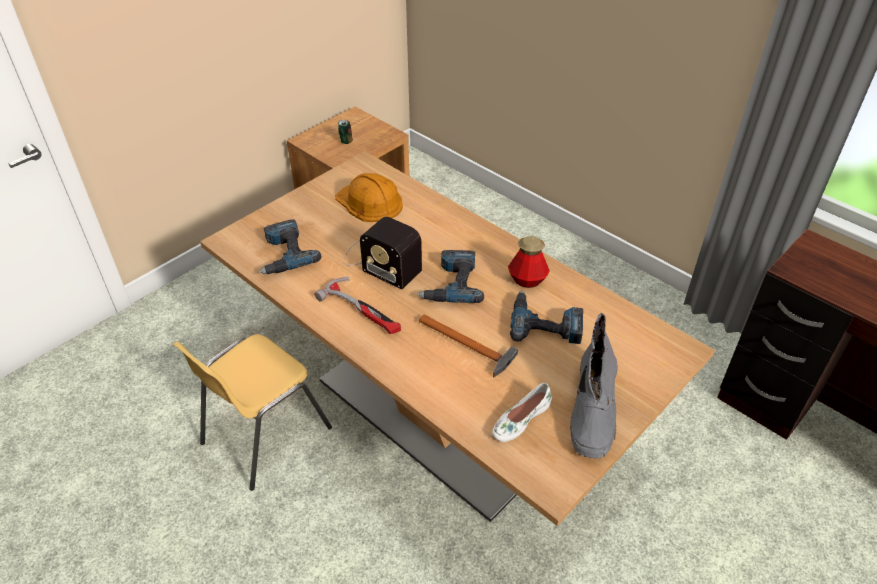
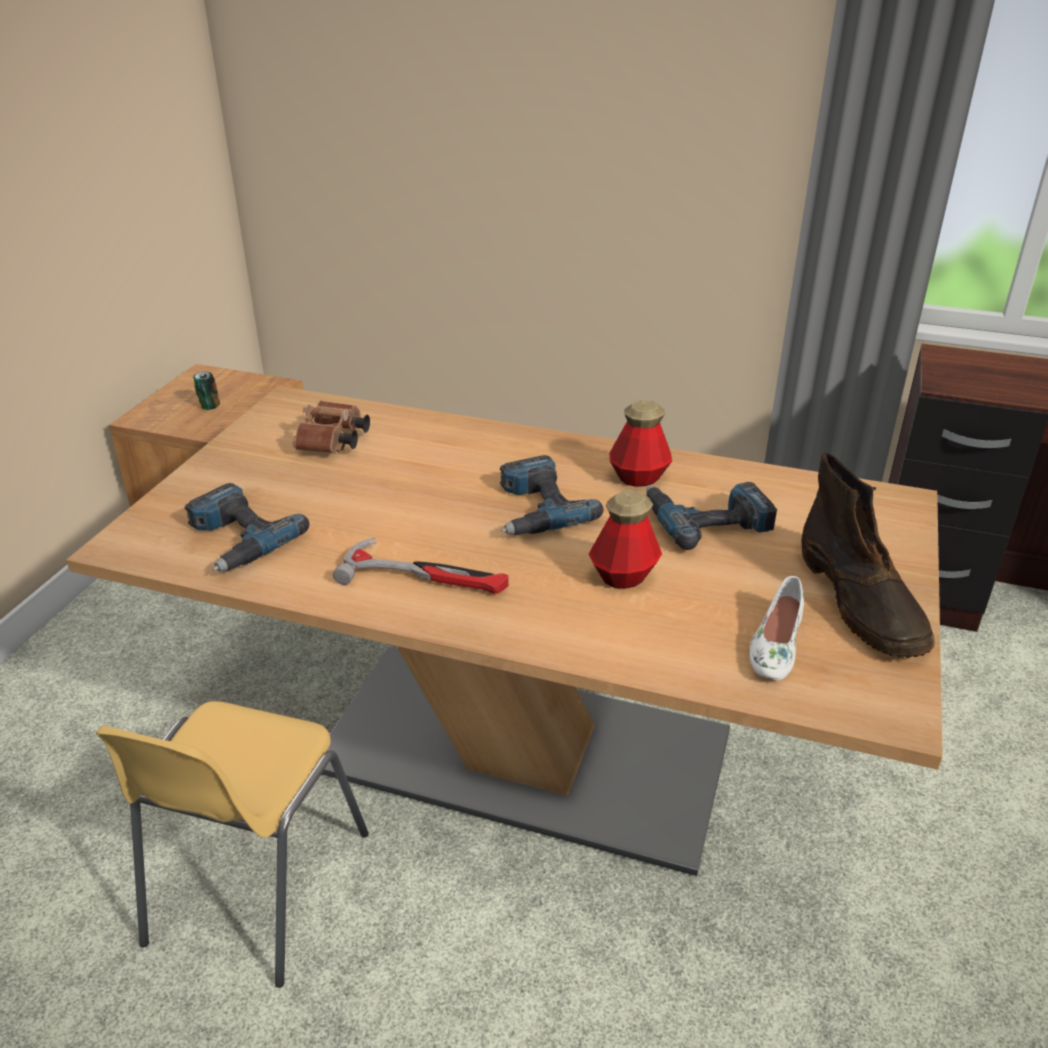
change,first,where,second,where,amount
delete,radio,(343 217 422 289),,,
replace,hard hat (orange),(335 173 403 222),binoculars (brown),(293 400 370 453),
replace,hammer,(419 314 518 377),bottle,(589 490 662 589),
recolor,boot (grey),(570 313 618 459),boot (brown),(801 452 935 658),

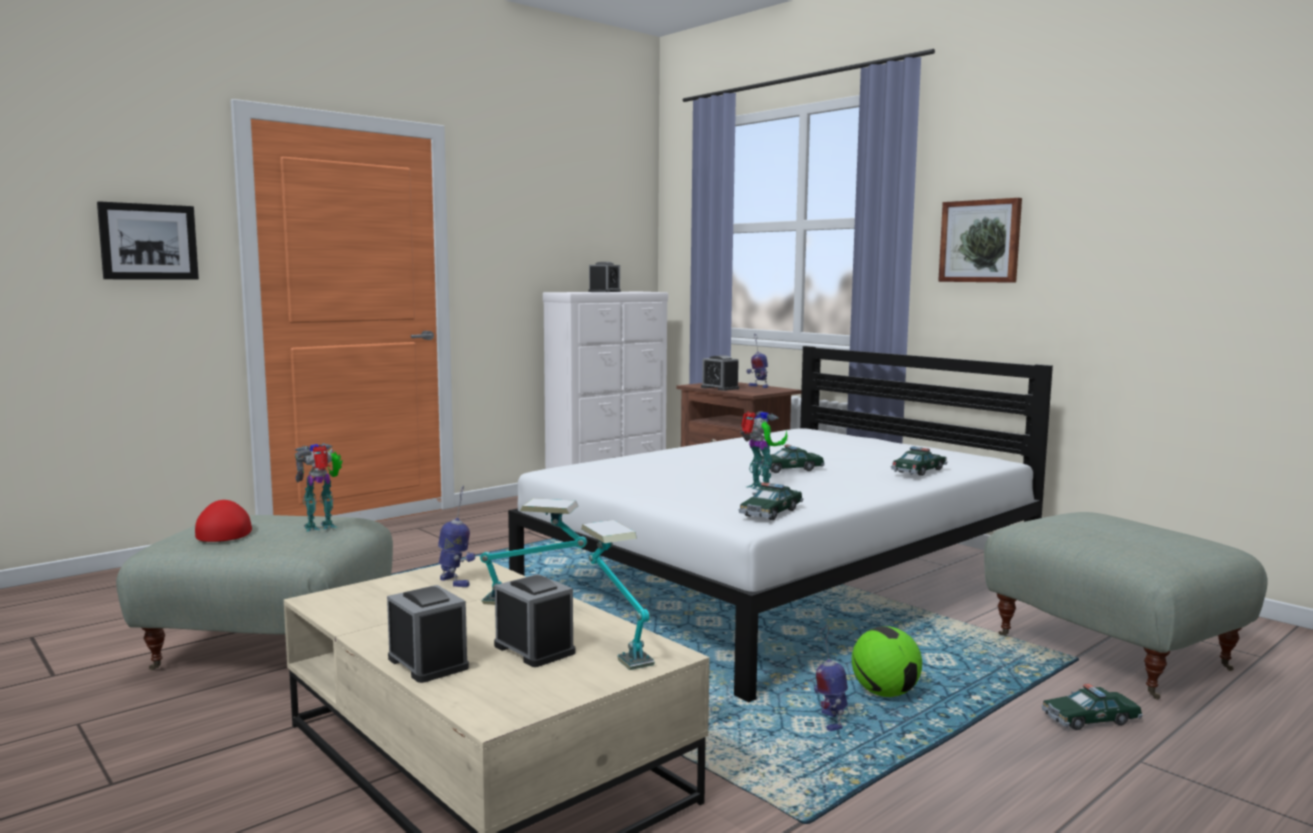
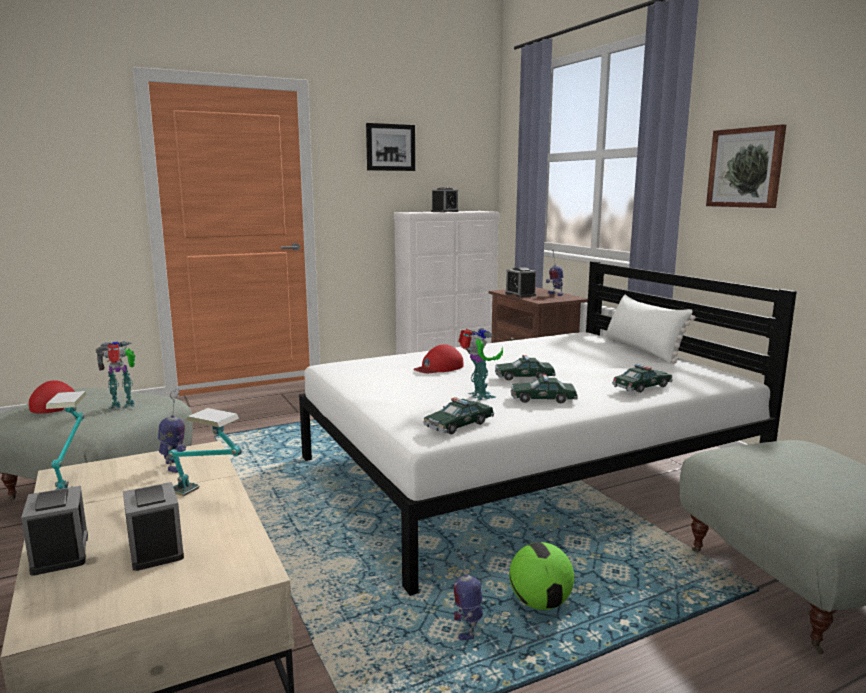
change,first,where,second,where,amount
insert,,,cap (red),(413 344 464 373),
insert,,,pillow (white),(606 294 695 364),
move,picture,(97 201 199 280),,(366 123 415 171),
move,table lamp,(581 520 655 670),,(46 391 87 490),
move,toy car,(1042 684 1143 730),,(511 374 578 403),

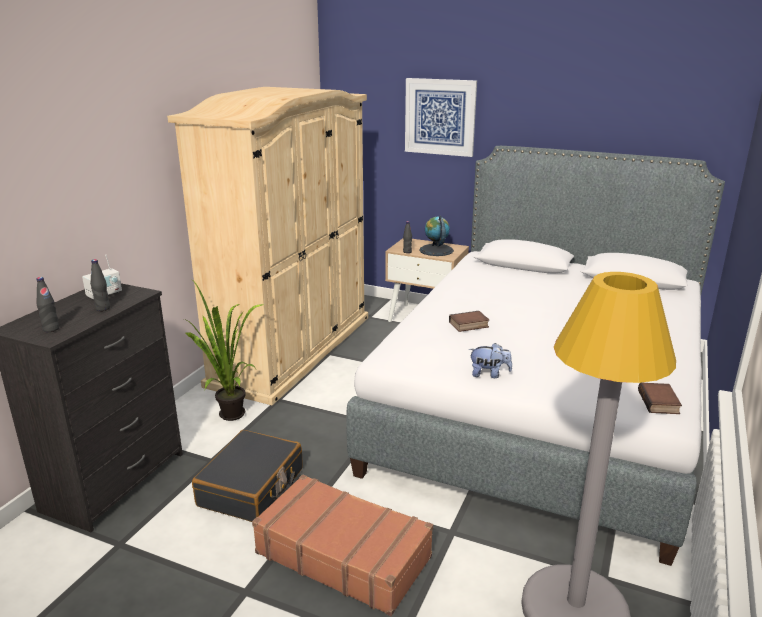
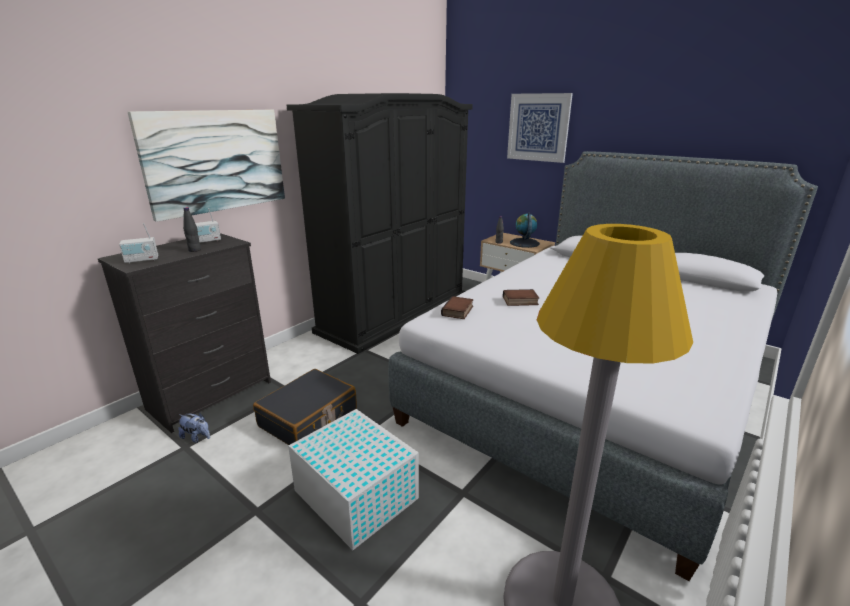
change,first,where,second,where,amount
delete,potted plant,(184 279 264 421),,,
insert,,,picture,(128 110 285 222),
move,plush toy,(469 343 512 378),,(178 413 210 443),
move,book,(638 383 682 414),,(441 296 474 319),
replace,bottle (black),(36 277 59 332),radio,(119 223 158 264),
replace,suitcase (brown),(252 475 433 616),storage box (white),(288 409 419 550),
recolor,wardrobe (beige),(167 87 368 405),wardrobe (black),(286 93 473 354),

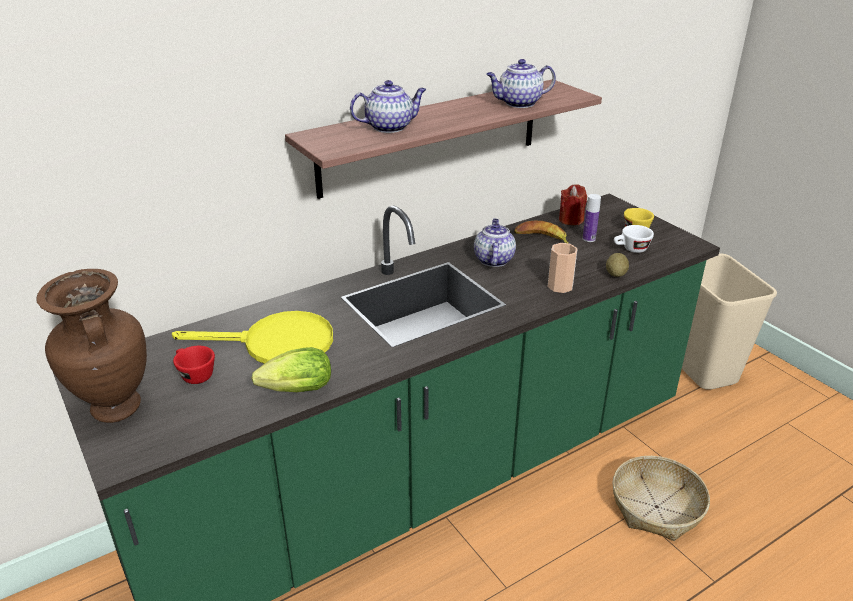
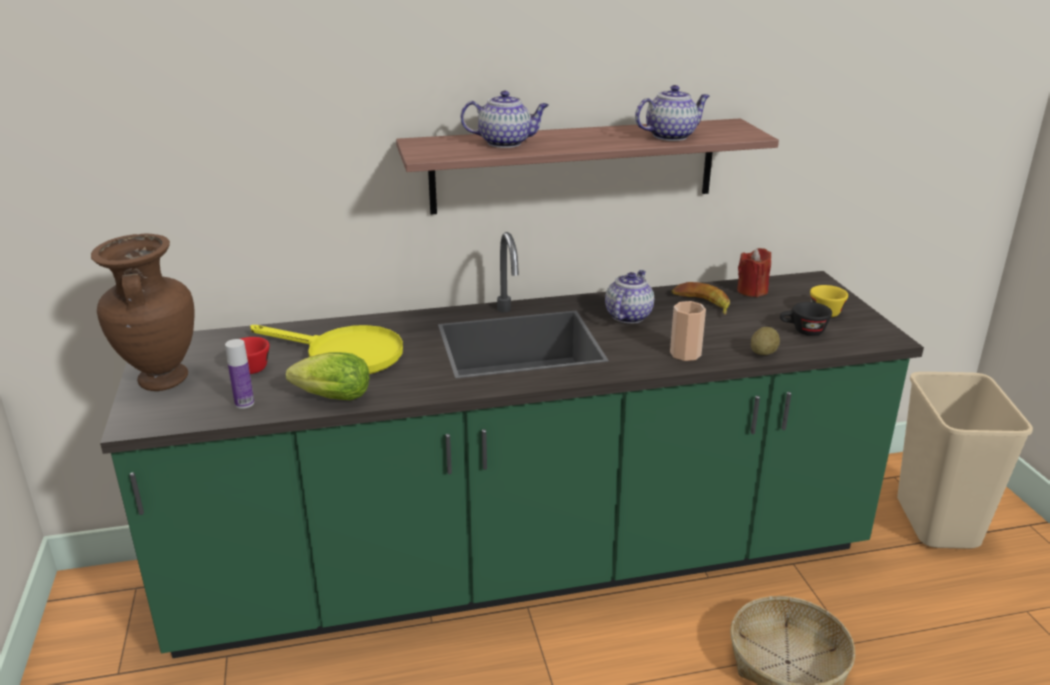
change,first,where,second,where,amount
move,bottle,(583 194 601 242),,(225 339 254 409),
recolor,cup (white),(614 225 654 253),cup (black),(780 302 832 336),
rotate,teapot,(486 59 556 108),,(635 85 710 141),150 degrees clockwise

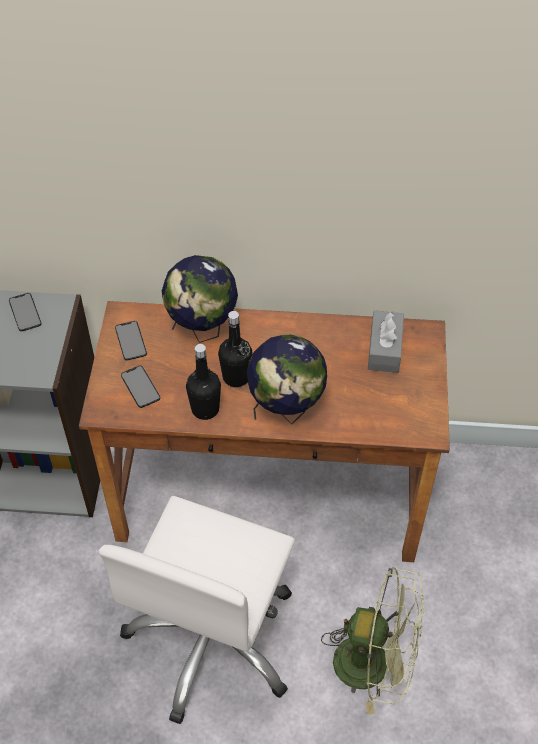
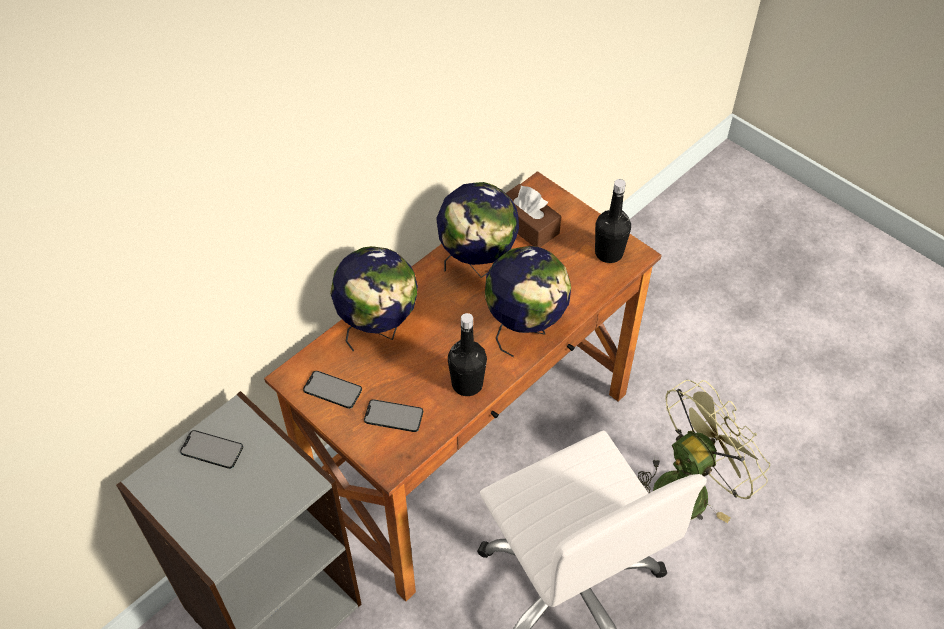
change,first,where,second,where,amount
insert,,,globe,(436 182 519 278),
move,bottle (black),(218 311 252 387),,(595 179 631 263),
recolor,tissue box (grey),(368 310 404 373),tissue box (brown),(506 184 561 247),

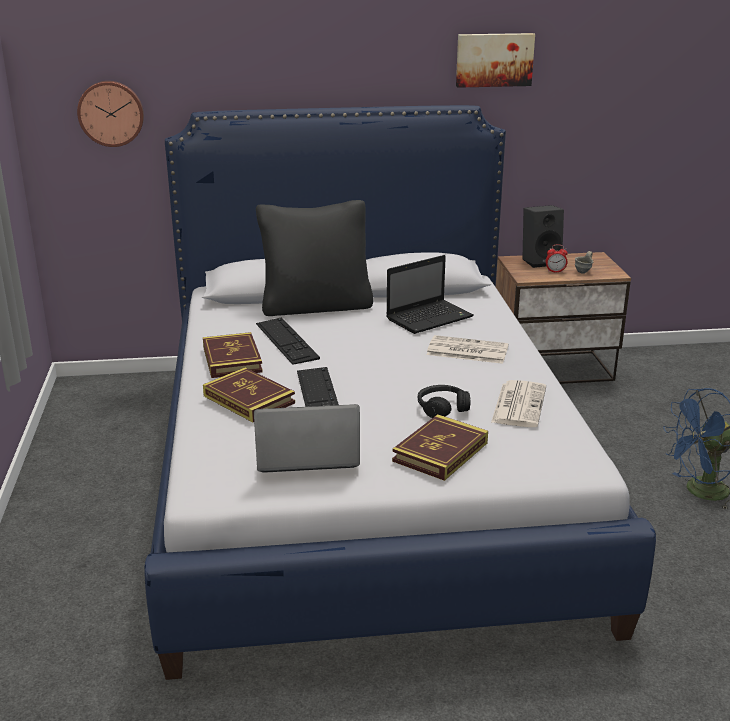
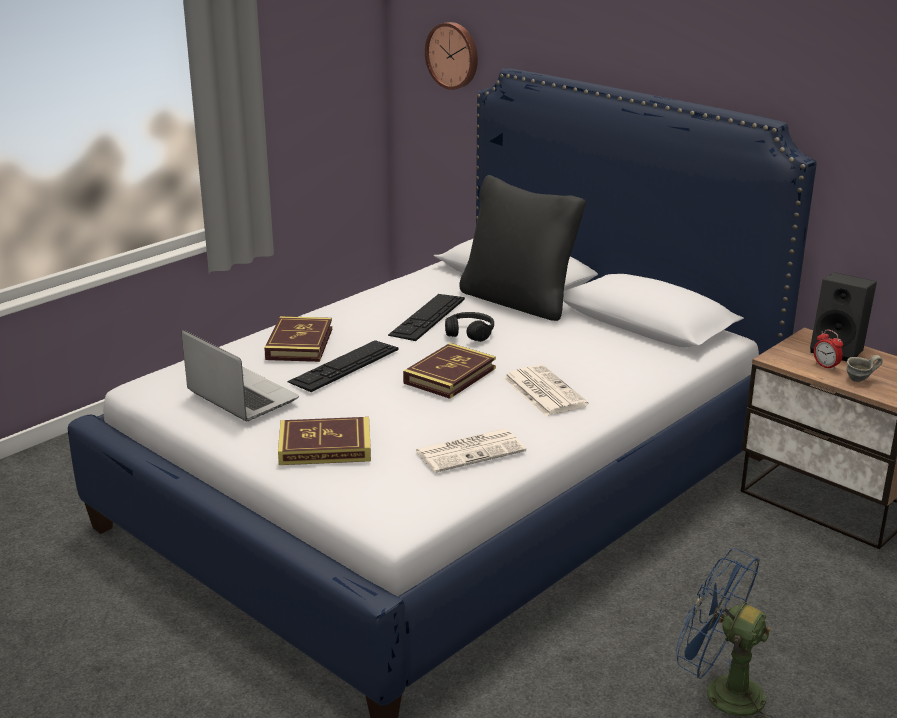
change,first,where,second,where,amount
delete,laptop,(386 255 474 334),,,
delete,picture,(456 33 535 88),,,
move,book,(203 332 263 378),,(403 343 496 399),
move,headphones (black),(418 385 470 418),,(445 312 494 342),

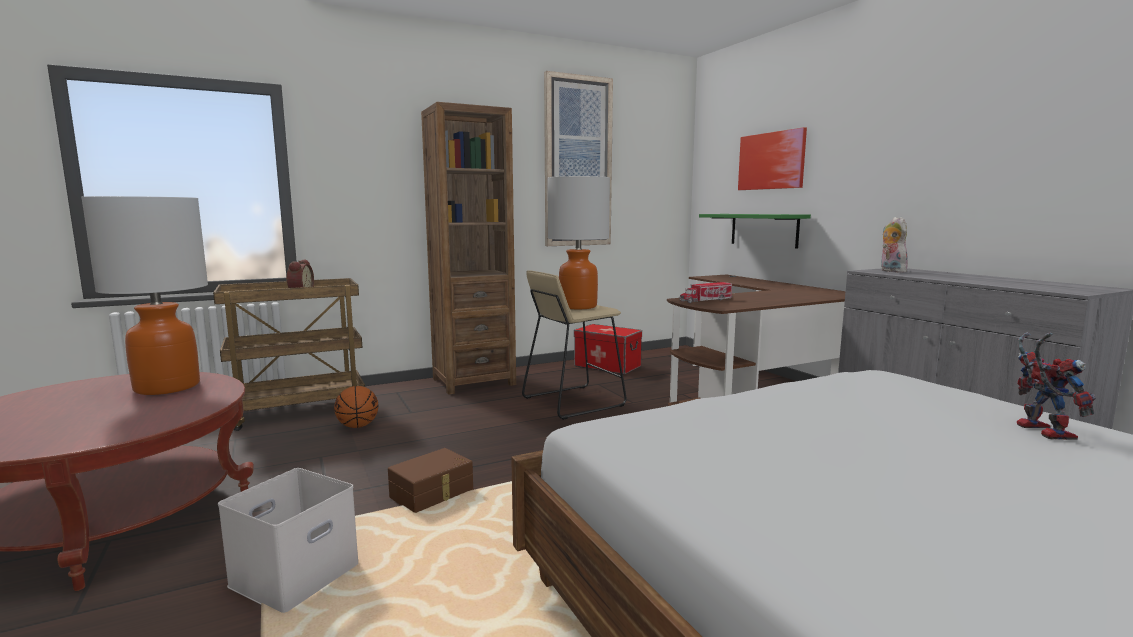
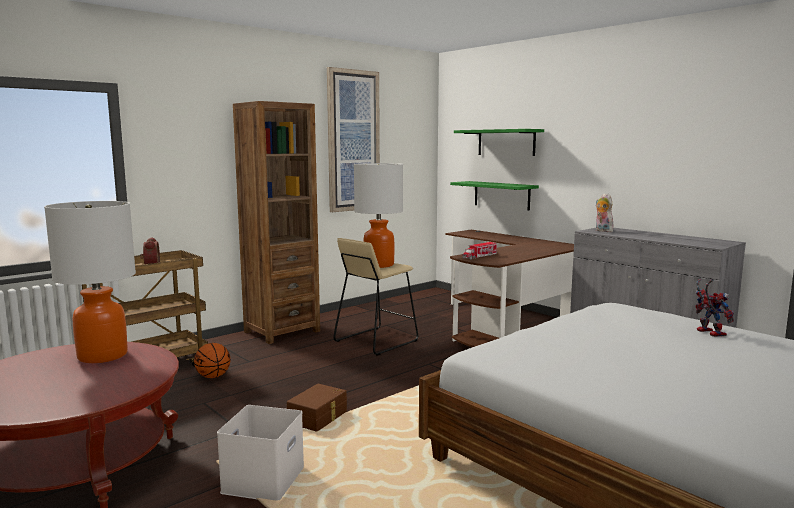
change,first,where,second,where,amount
delete,storage box,(574 324 642 375),,,
replace,picture,(738 127 807 190),shelf (green),(454 129 544 156),

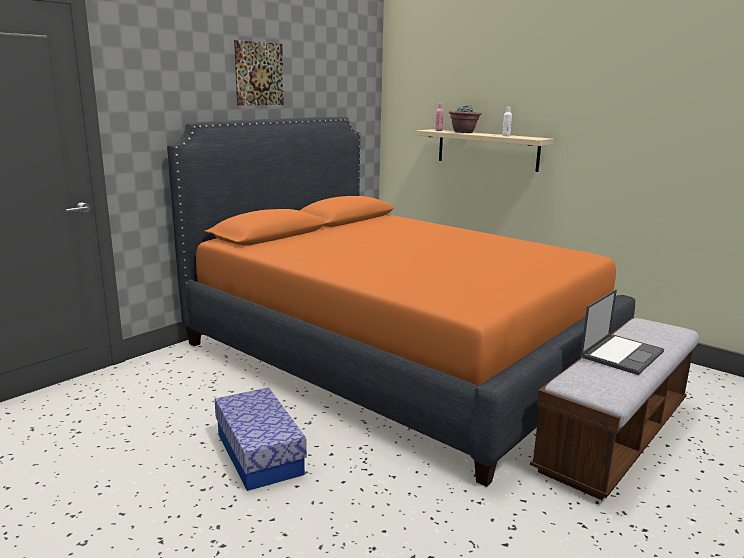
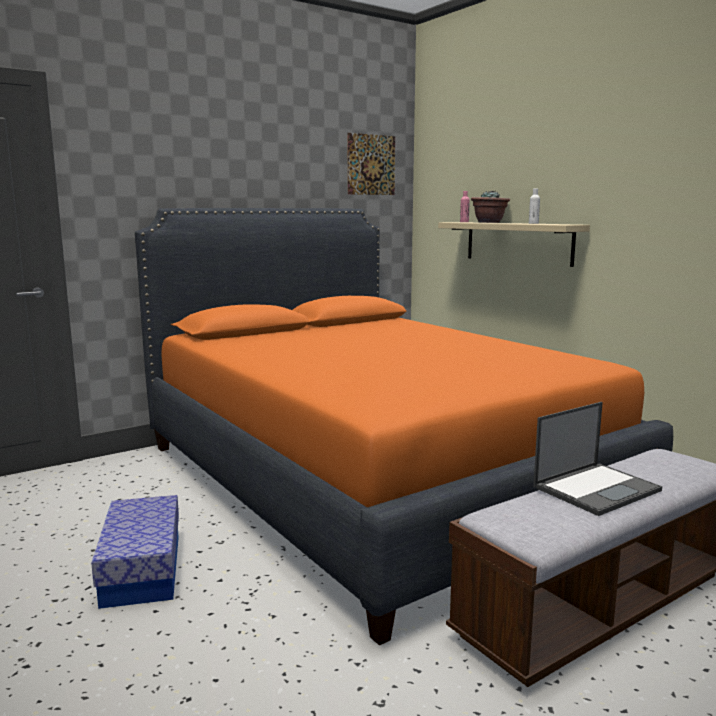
change,first,where,second,where,amount
move,picture,(234 40 284 106),,(348 133 395 195),

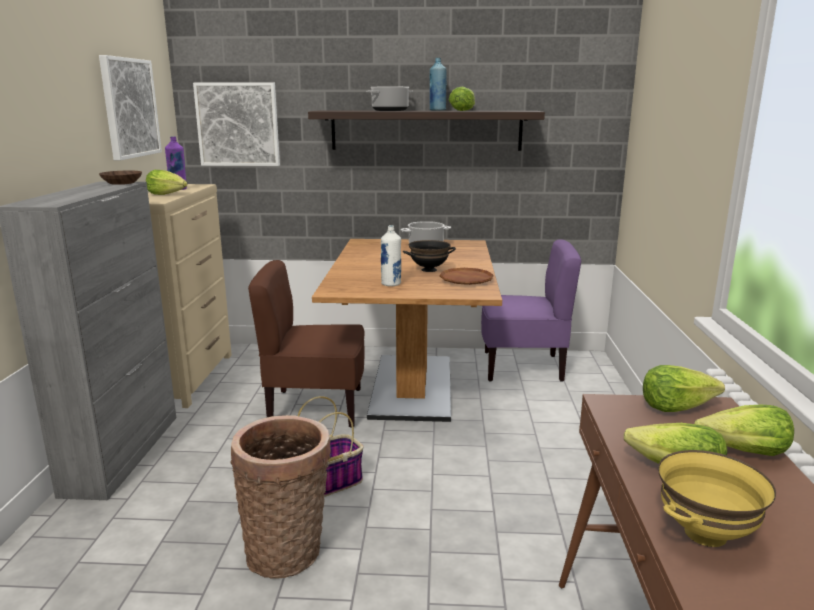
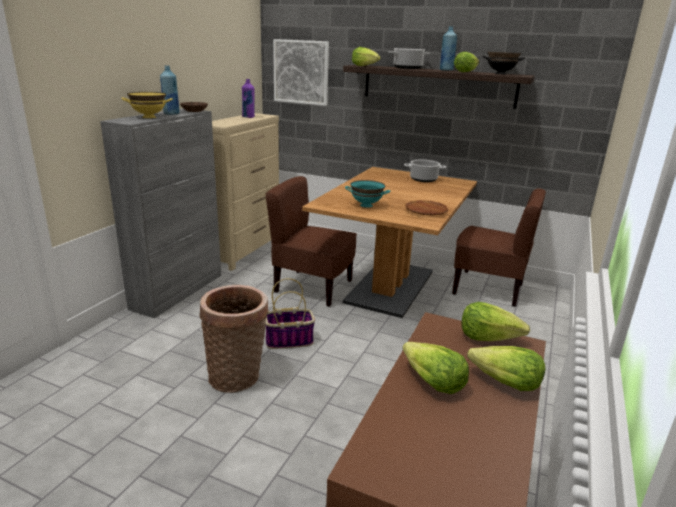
change,first,where,second,where,amount
delete,picture,(99 55 162 160),,,
insert,,,bottle (blue),(160 66 180 115),
move,lettuce,(146 170 187 195),,(352 47 381 66),
move,bowl (black),(403 240 456 272),,(482 52 525 74),
move,bowl (yellow),(658 450 776 547),,(121 92 173 118),
replace,bottle (white),(381 225 401 286),bowl (turquoise),(345 180 390 208),
recolor,chair (purple),(481 239 581 382),chair (brown),(452 188 546 307),

